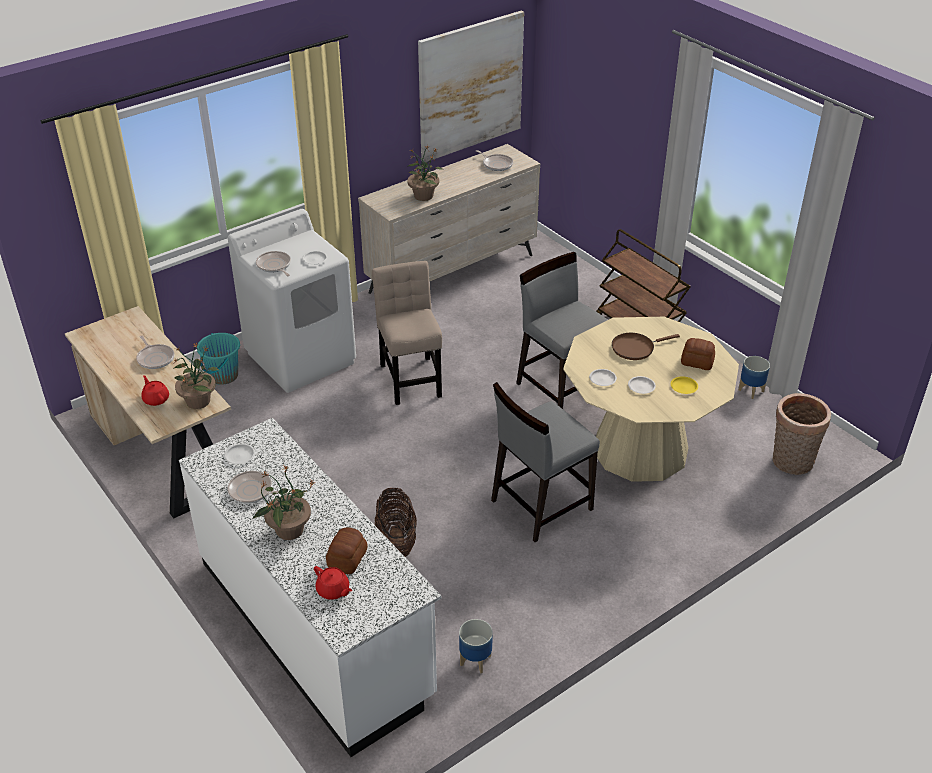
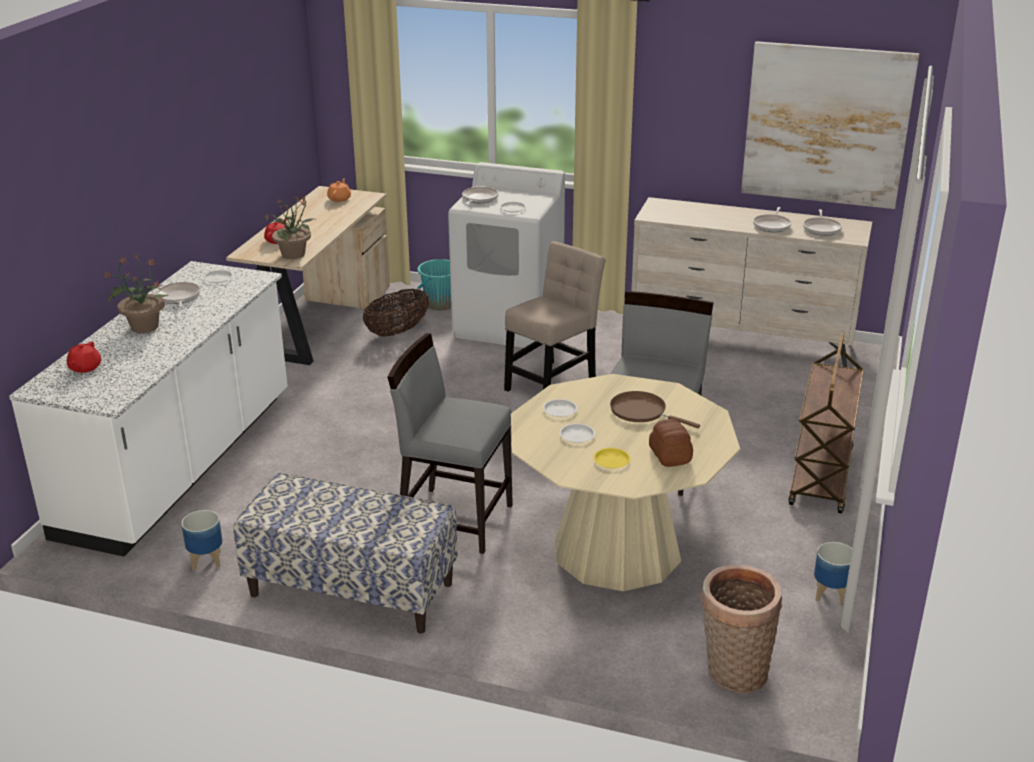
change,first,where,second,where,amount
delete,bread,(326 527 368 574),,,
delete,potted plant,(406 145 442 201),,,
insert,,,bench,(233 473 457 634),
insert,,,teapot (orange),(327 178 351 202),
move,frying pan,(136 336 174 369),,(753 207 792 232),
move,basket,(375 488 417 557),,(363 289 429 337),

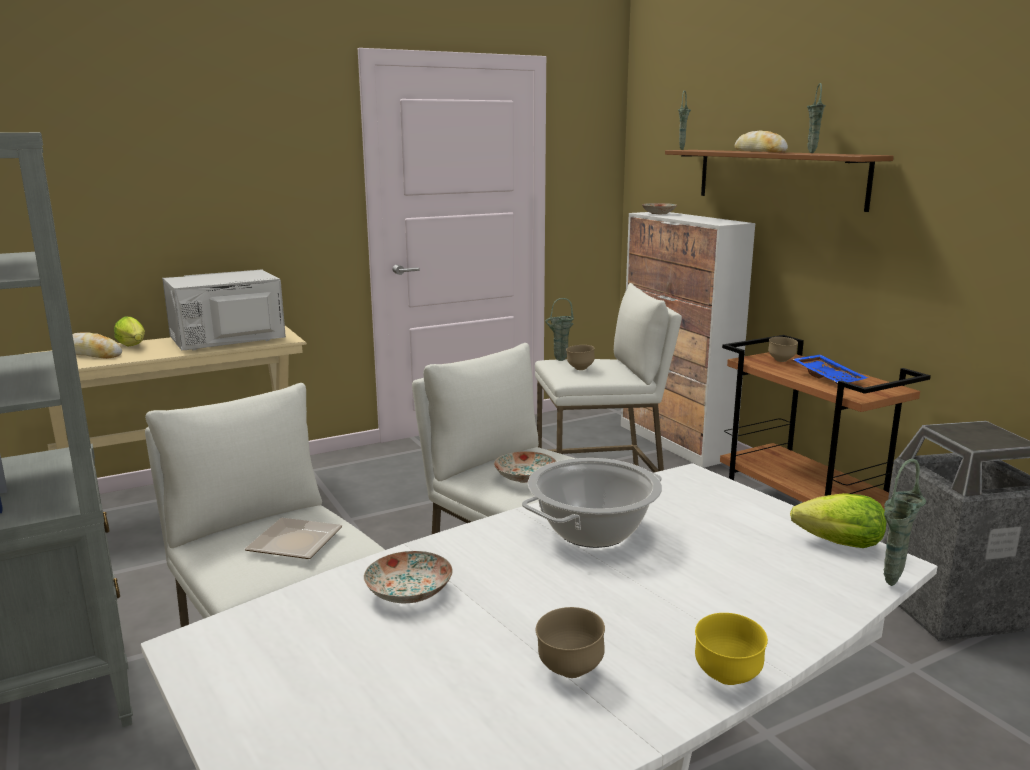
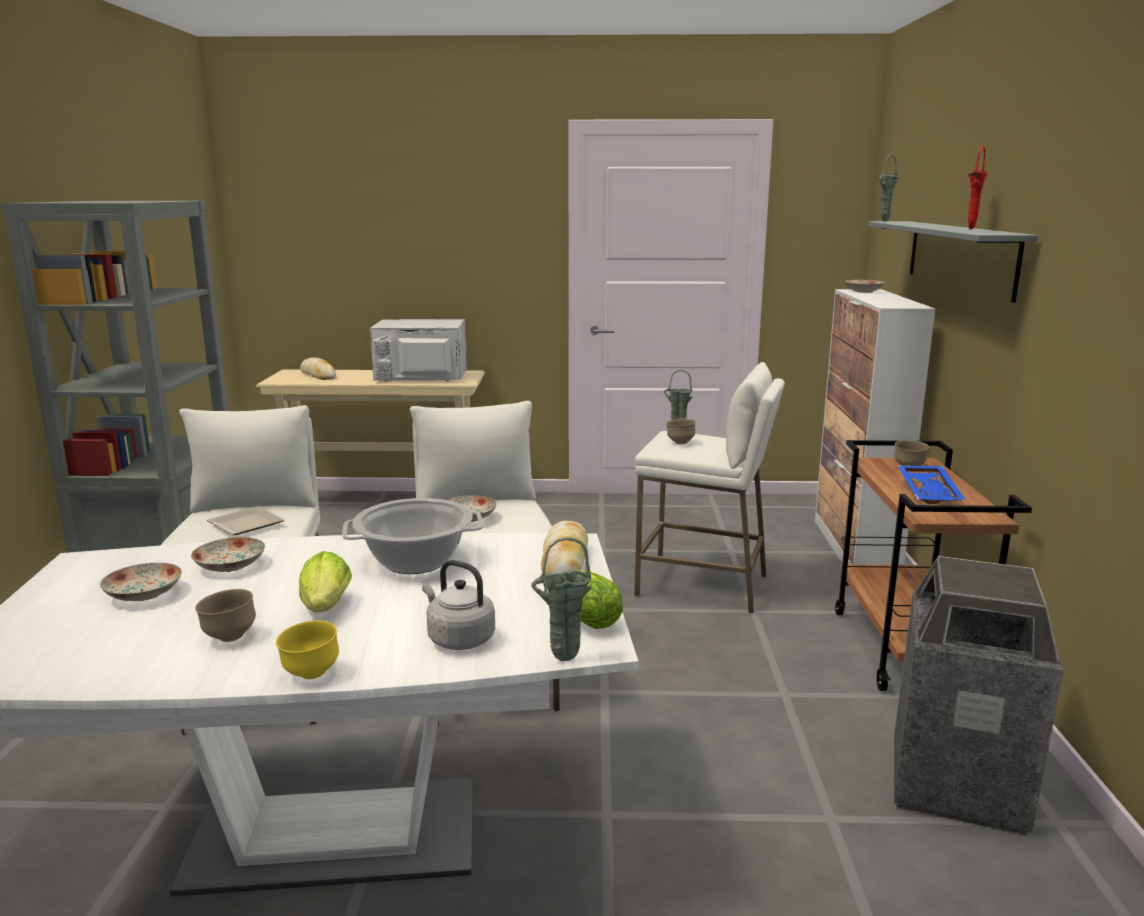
change,first,where,second,where,amount
insert,,,plate,(100 563 182 601),
insert,,,kettle (grey),(422 560 495 650),
move,lettuce,(114 316 145 346),,(299 551 352 612),
move,bread,(735 130 788 153),,(541 521 588 575),
recolor,shelf (brown),(665 150 894 212),shelf (grey),(868 221 1038 303),
recolor,vase (green),(807 83 826 153),vase (red),(968 146 987 230),

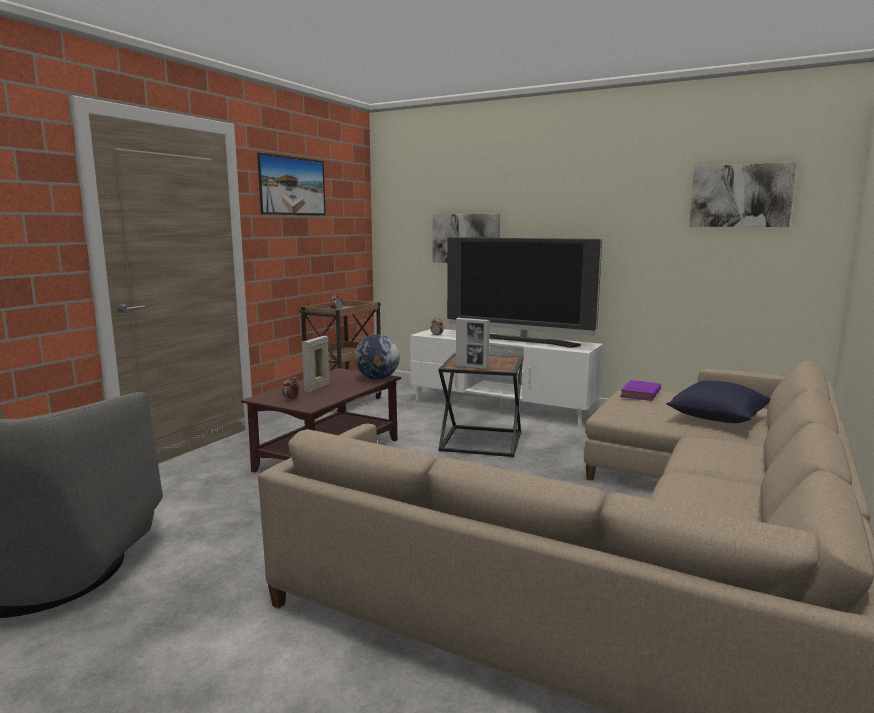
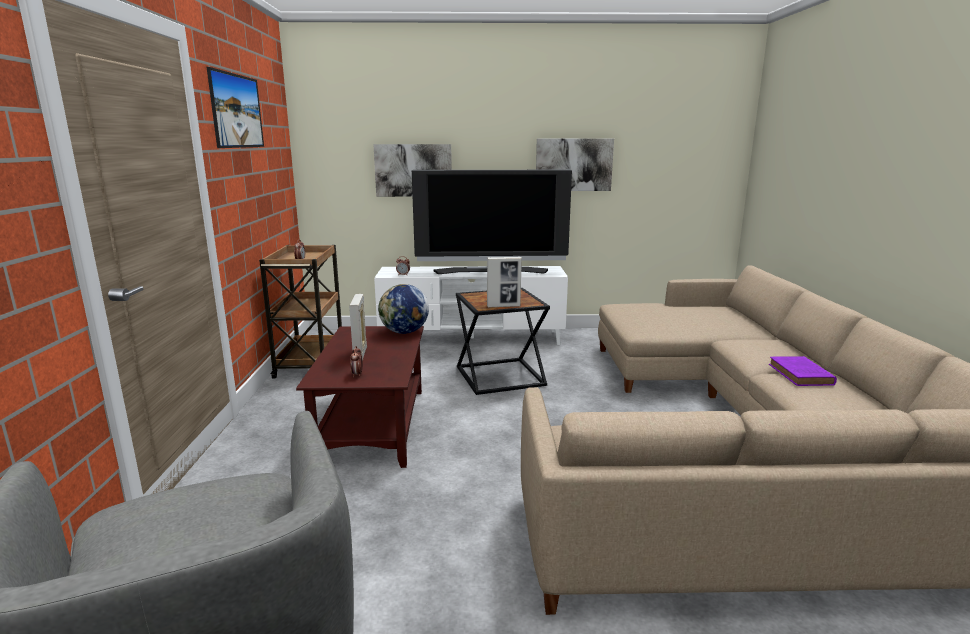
change,first,where,second,where,amount
delete,pillow (blue),(666 381 771 423),,,
move,book (purple),(620 380 661 401),,(769 356 837 386),
move,picture,(689 162 797 227),,(536 139 614 191),

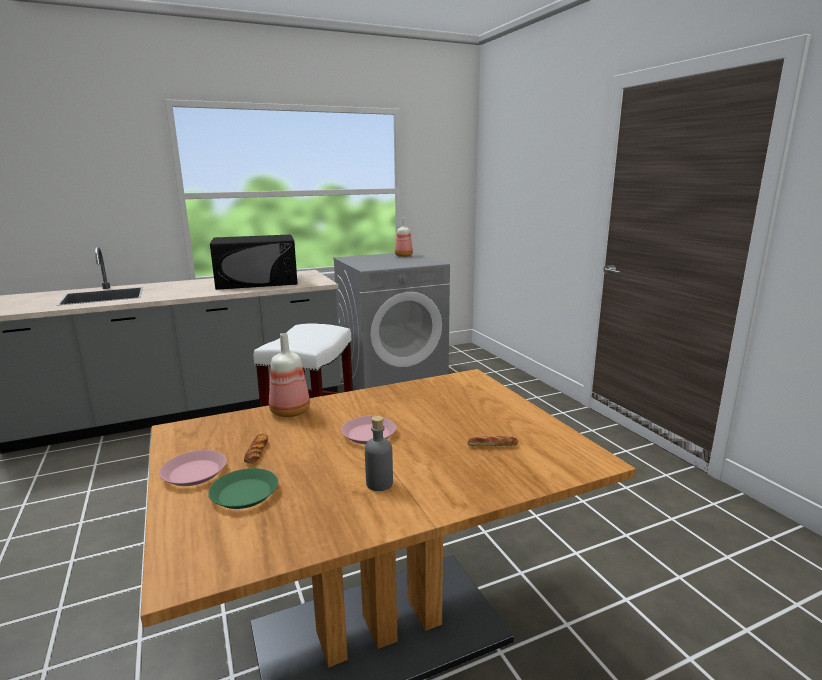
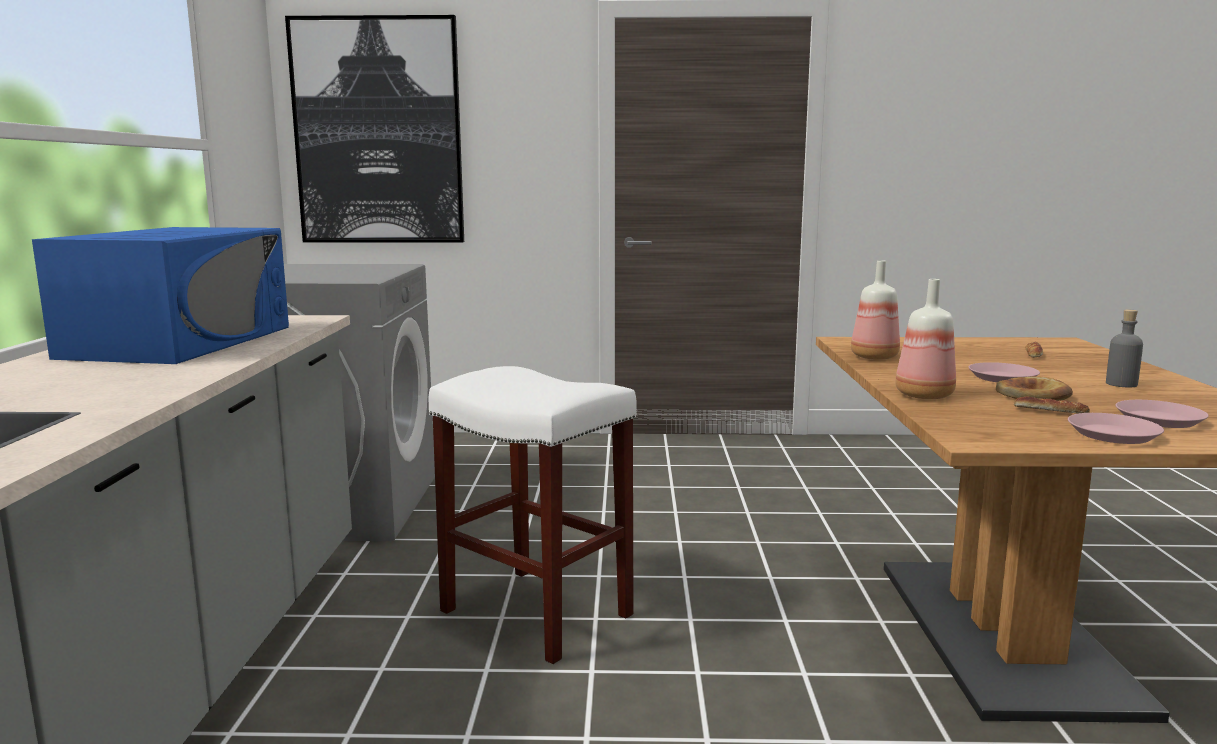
change,first,where,second,where,amount
insert,,,picture,(285 15 464 242),
insert,,,bread,(996 376 1073 401),
move,bottle,(395 218 413 257),,(851 260 900 360),
recolor,plate (green),(208 468 278 509),plate (pink),(1116 400 1209 428),
recolor,microwave (black),(210 234 298 290),microwave (blue),(32 227 289 364),

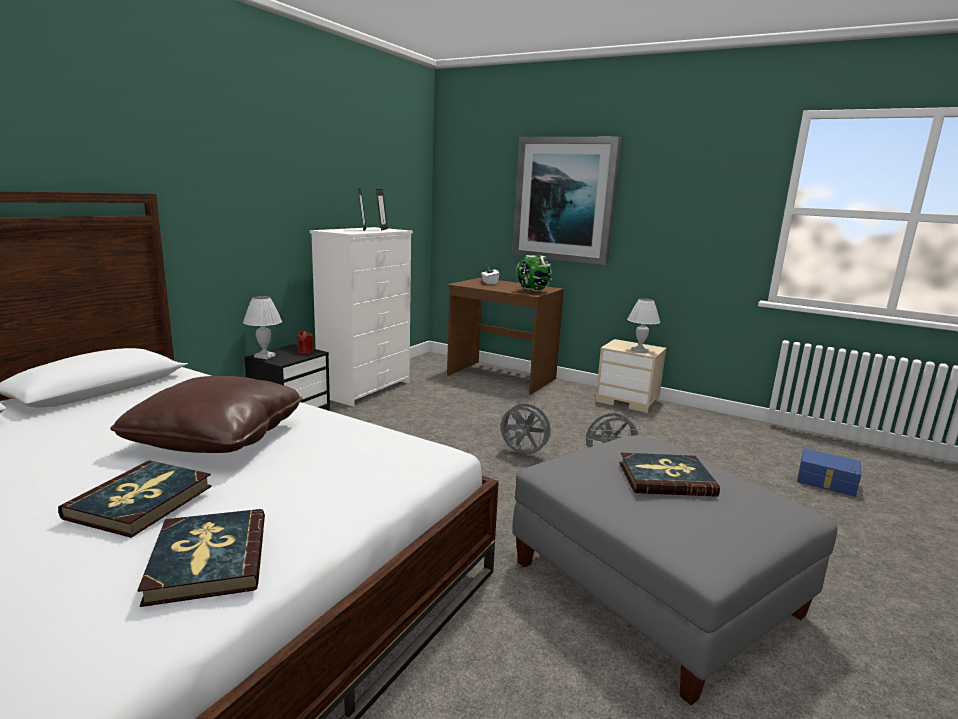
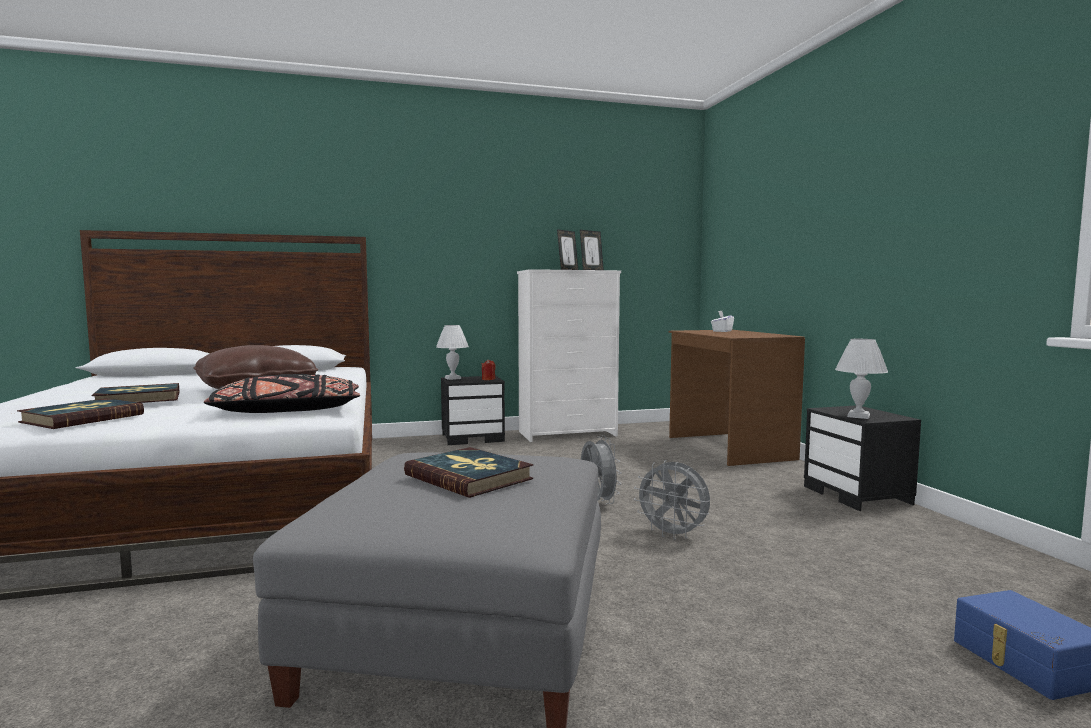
change,first,where,second,where,amount
delete,picture,(512 137 621 265),,,
delete,globe,(516 255 552 292),,,
insert,,,pillow (black),(204 374 360 413),
recolor,nightstand (beige),(596 339 666 413),nightstand (black),(804 406 921 511),

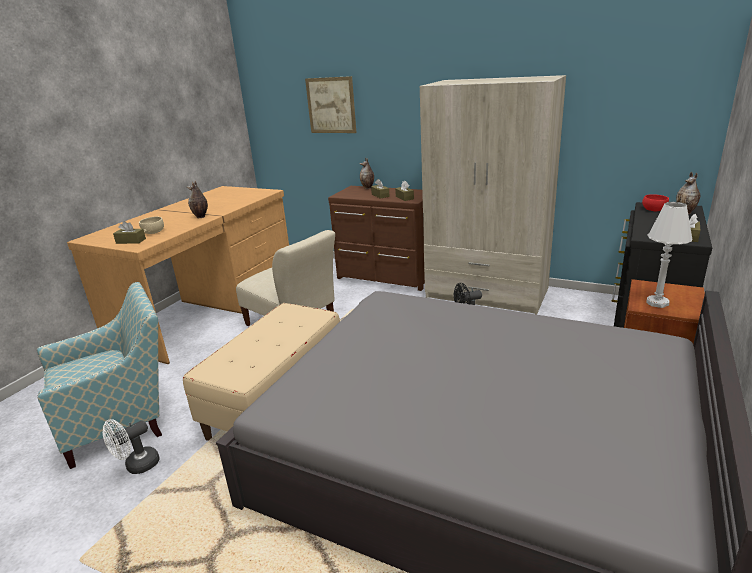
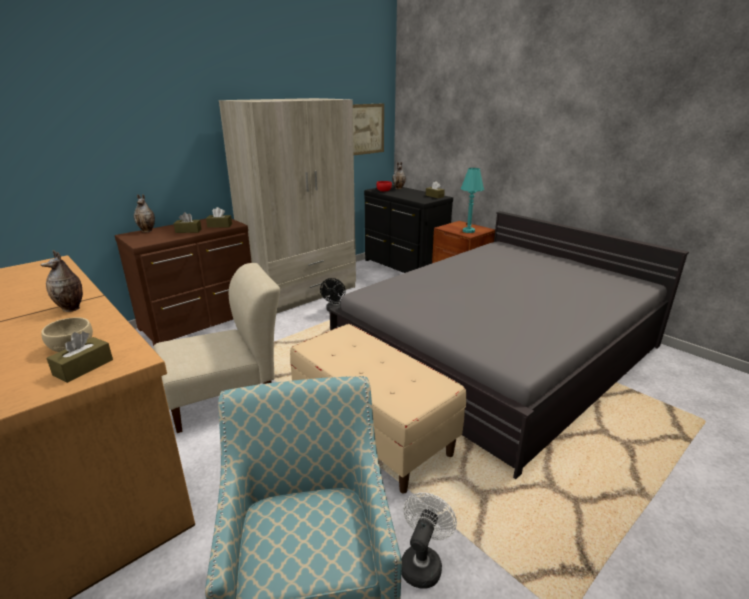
change,first,where,second,where,amount
move,picture,(305 76 356 133),,(353 103 384 155),
recolor,table lamp (white),(646 202 692 308),table lamp (turquoise),(461 168 484 233),
rotate,fan (white),(103 419 159 474),,(401 492 457 589),135 degrees counterclockwise

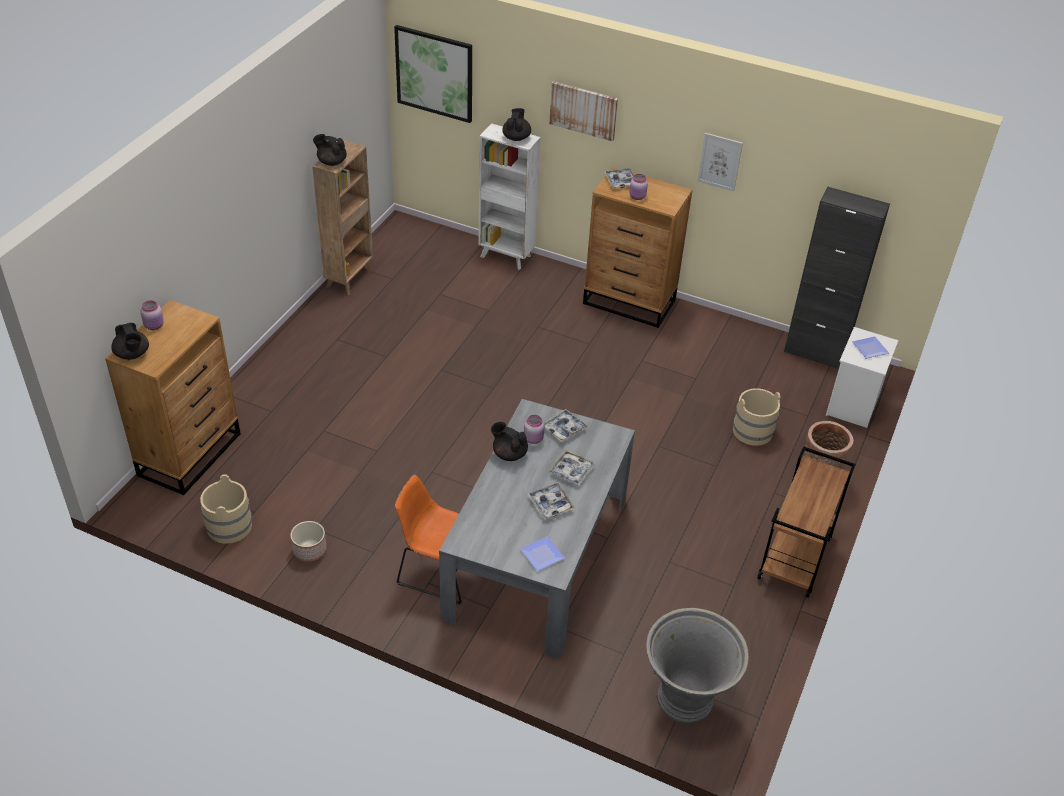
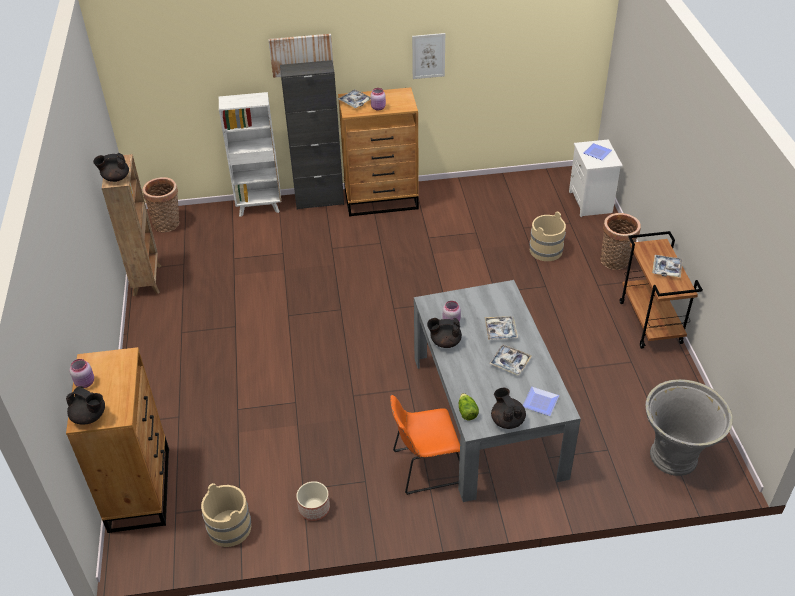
change,first,where,second,where,amount
delete,picture,(394 25 472 123),,,
insert,,,basket,(143 177 179 232),
insert,,,lettuce,(459 393 479 420),
move,teapot (black),(502 108 531 141),,(491 388 526 429),
move,tray,(544 409 588 442),,(652 255 683 278),
move,cabinet (black),(784 187 890 369),,(280 60 344 210),

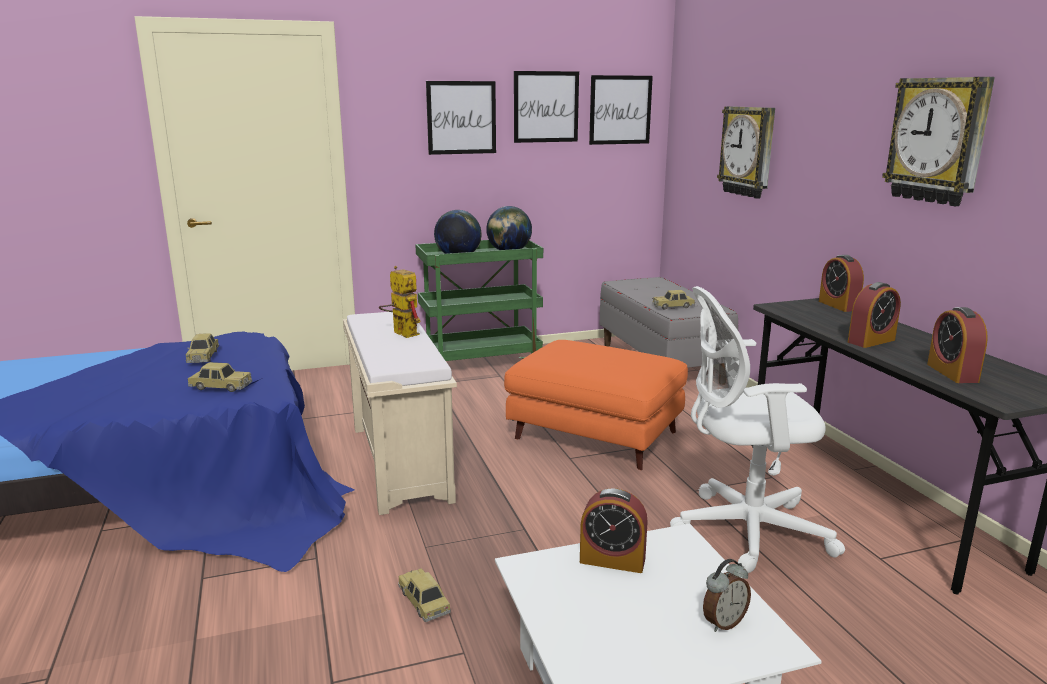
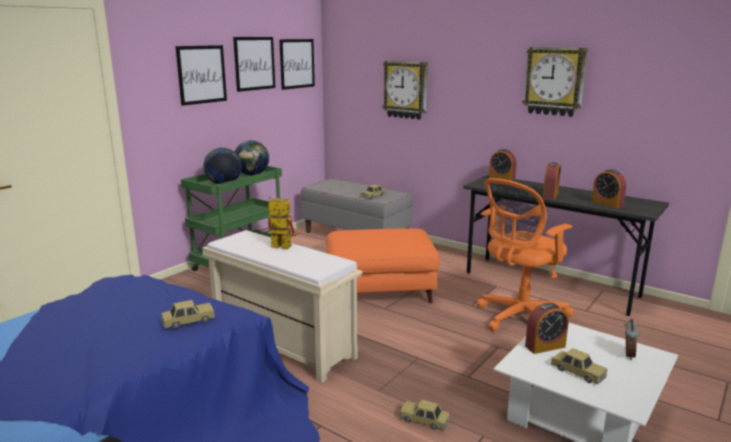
change,first,where,second,where,amount
move,toy car,(186 333 219 363),,(551 348 607 384),
recolor,office chair (white),(670 286 845 573),office chair (orange),(477 178 574 331),

